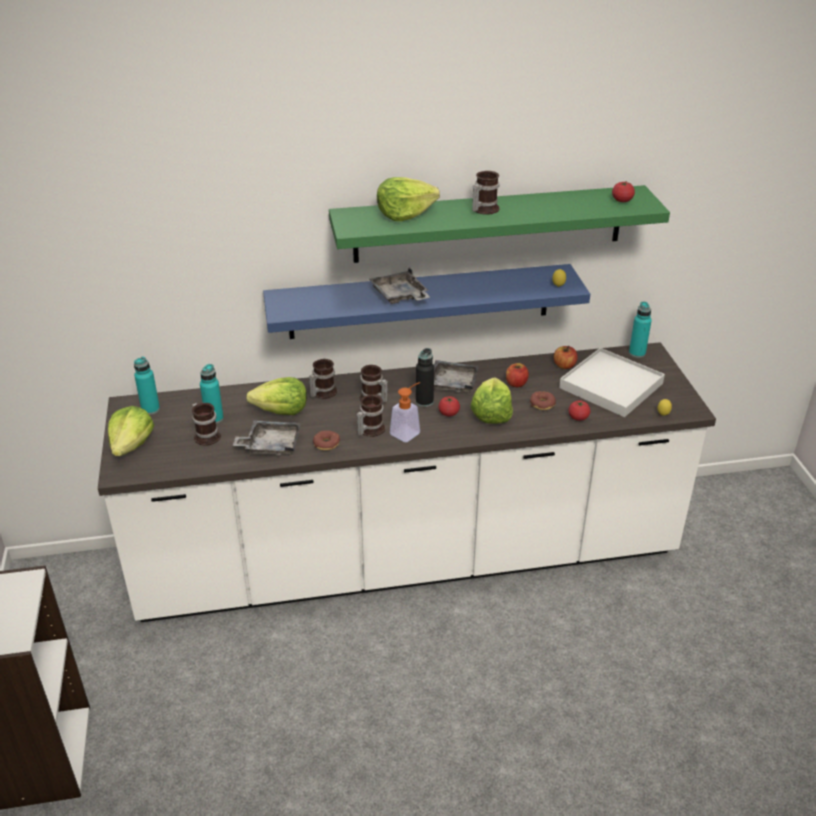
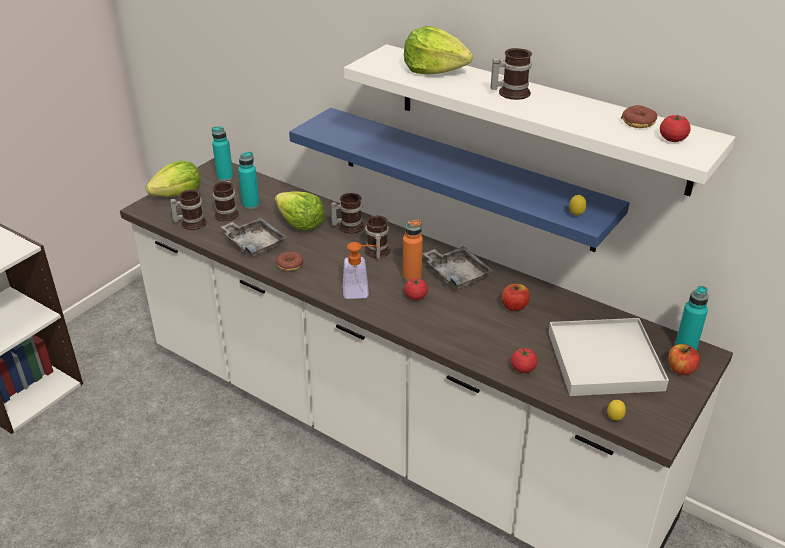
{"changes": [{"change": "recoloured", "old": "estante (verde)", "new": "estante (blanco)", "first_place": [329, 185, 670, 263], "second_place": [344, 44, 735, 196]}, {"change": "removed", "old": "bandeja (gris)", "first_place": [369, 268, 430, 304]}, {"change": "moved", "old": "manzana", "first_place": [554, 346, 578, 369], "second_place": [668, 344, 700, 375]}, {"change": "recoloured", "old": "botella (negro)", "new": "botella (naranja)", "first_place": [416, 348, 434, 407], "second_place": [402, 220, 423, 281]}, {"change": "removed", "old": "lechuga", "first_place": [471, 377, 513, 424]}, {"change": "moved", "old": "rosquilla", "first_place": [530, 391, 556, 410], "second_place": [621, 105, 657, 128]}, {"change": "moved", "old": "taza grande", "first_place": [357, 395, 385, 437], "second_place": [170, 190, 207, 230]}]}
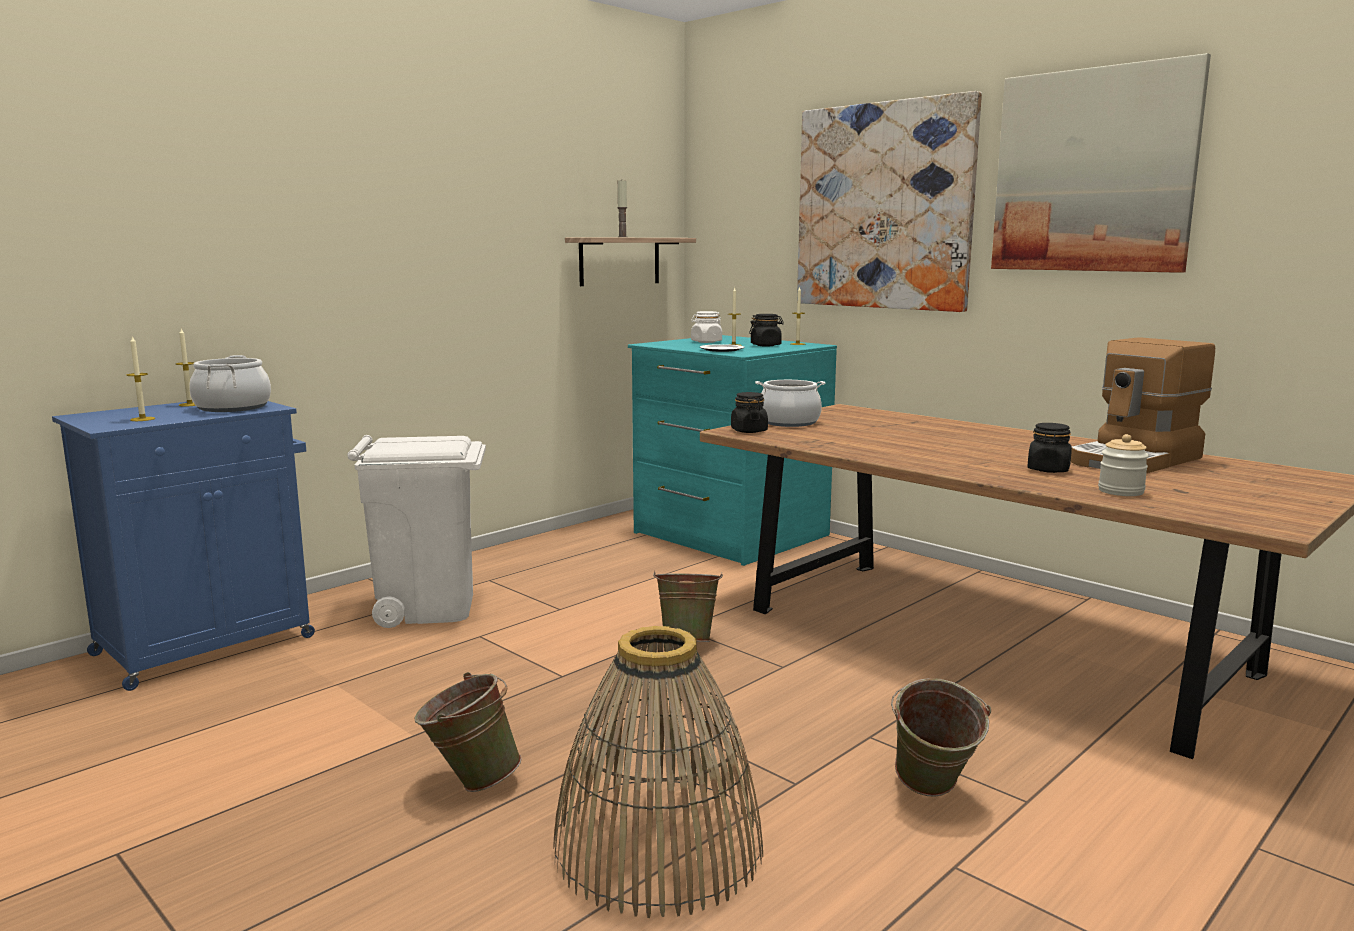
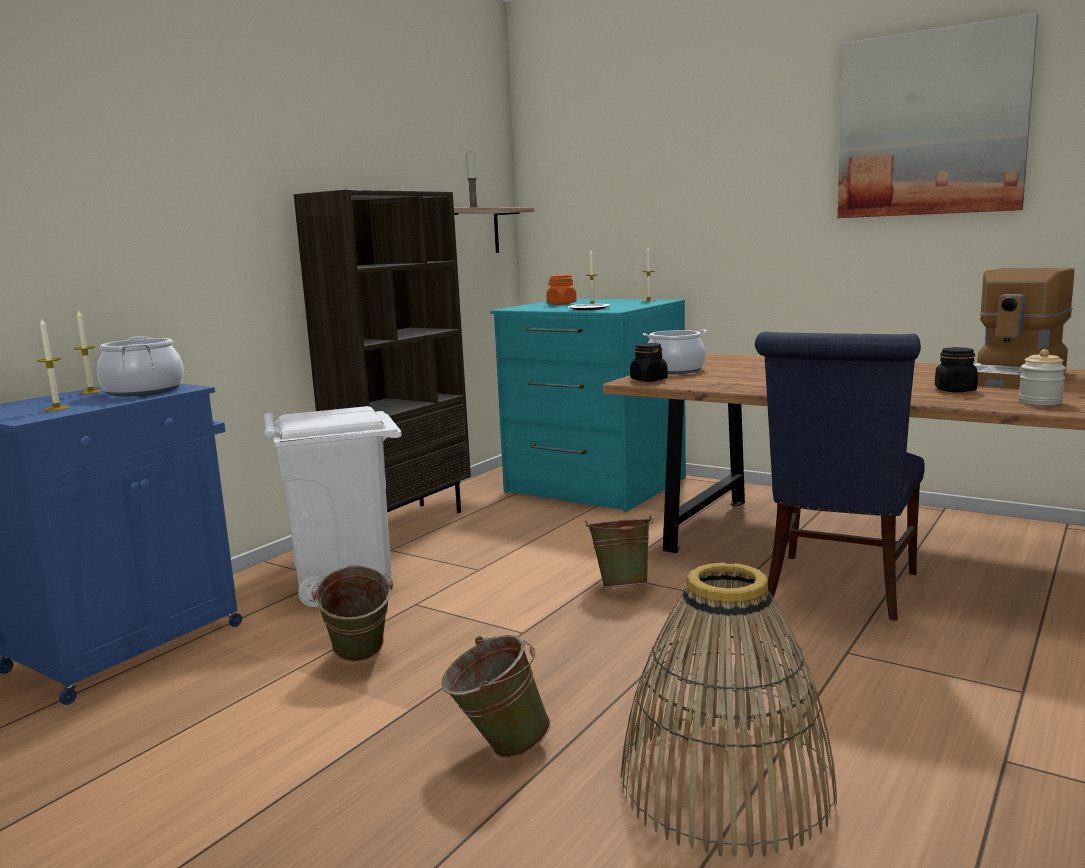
{"changes": [{"change": "removed", "old": "cuadro", "first_place": [797, 91, 982, 312]}, {"change": "recoloured", "old": "tarro (blanco)", "new": "tarro (naranja)", "first_place": [691, 311, 722, 343], "second_place": [546, 275, 577, 305]}, {"change": "removed", "old": "tarro (negro)", "first_place": [749, 314, 784, 346]}, {"change": "moved", "old": "cubo (verde)", "first_place": [891, 678, 991, 797], "second_place": [311, 565, 393, 662]}, {"change": "added", "new": "estantería (marrón)", "second_place": [294, 190, 471, 513]}, {"change": "added", "new": "silla (azul)", "second_place": [755, 332, 925, 621]}]}
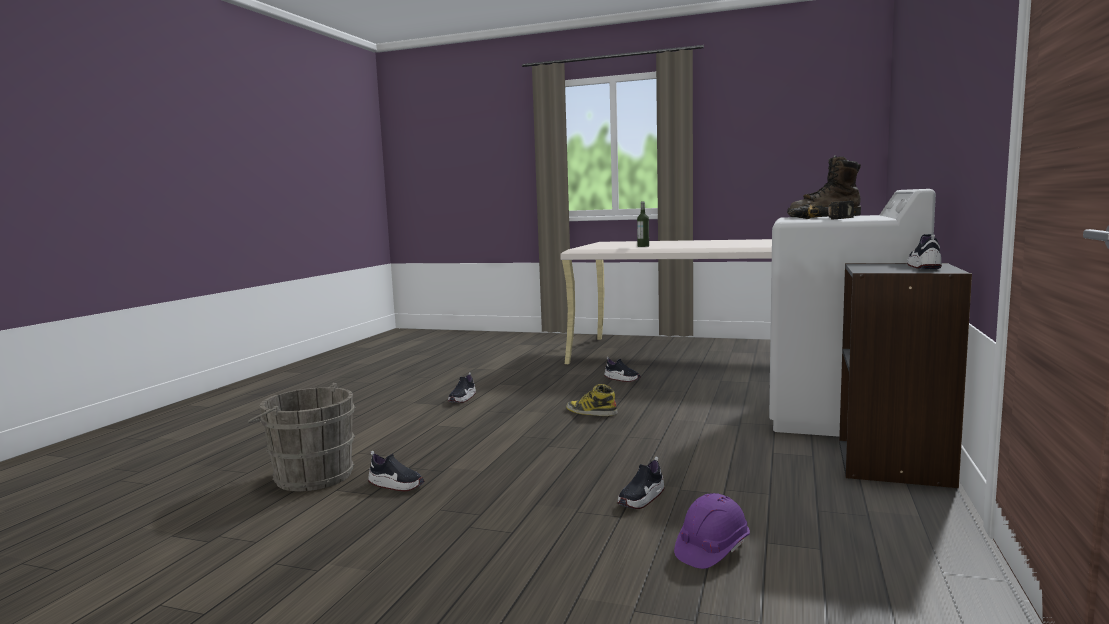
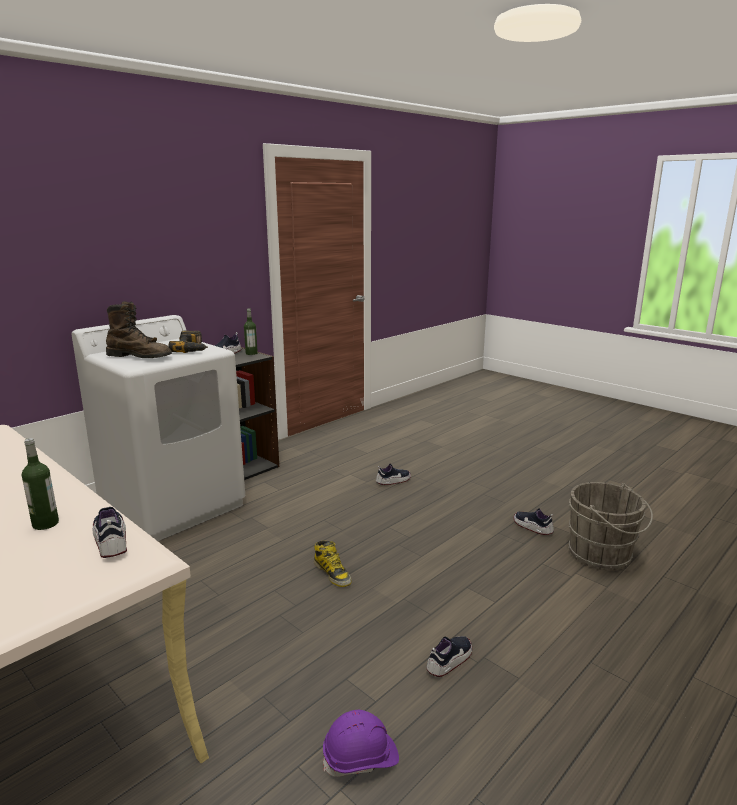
{"changes": [{"change": "moved", "old": "zapato", "first_place": [604, 357, 641, 382], "second_place": [92, 507, 127, 558]}, {"change": "moved", "old": "casco (morado)", "first_place": [674, 493, 750, 569], "second_place": [323, 710, 399, 777]}, {"change": "added", "new": "botella", "second_place": [244, 309, 258, 355]}]}
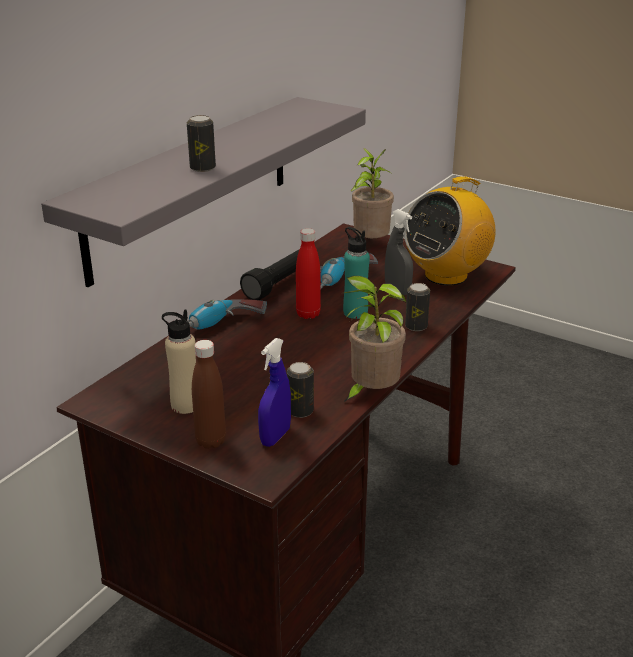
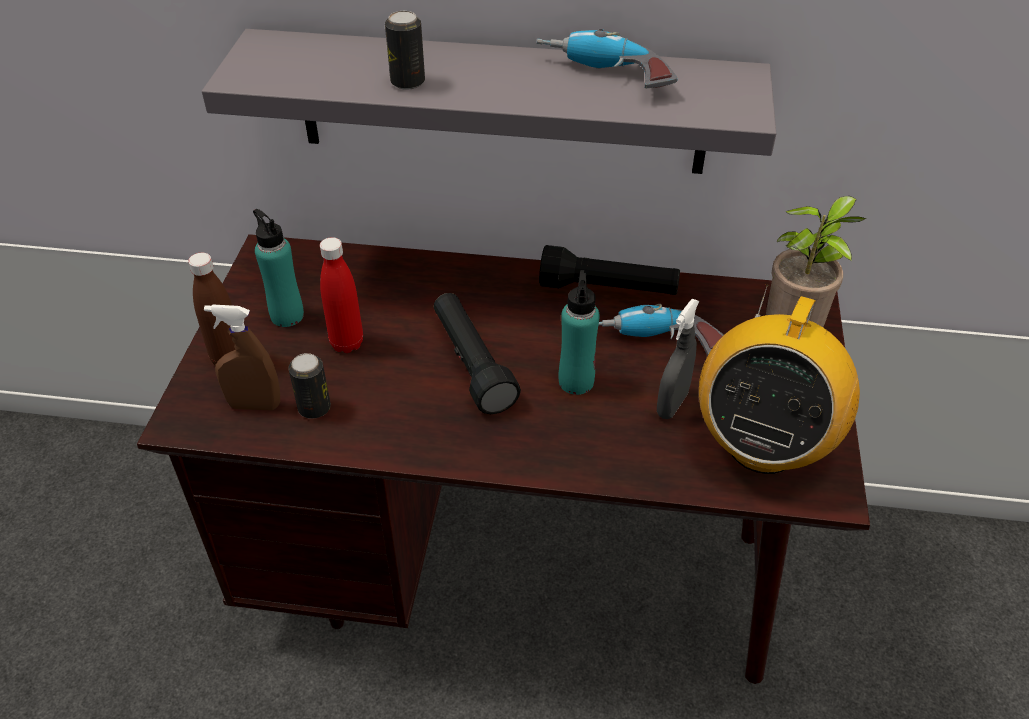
{"changes": [{"change": "turned", "old": "radio", "first_place": [404, 176, 495, 286], "second_place": [699, 284, 860, 474], "degrees": -90}, {"change": "moved", "old": "botella (rojo)", "first_place": [296, 228, 321, 319], "second_place": [320, 237, 363, 353]}, {"change": "removed", "old": "planta en maceta", "first_place": [344, 276, 407, 402]}, {"change": "removed", "old": "lata", "first_place": [405, 283, 430, 331]}, {"change": "moved", "old": "taladro", "first_place": [188, 299, 267, 330], "second_place": [537, 29, 678, 88]}, {"change": "recoloured", "old": "botella (beis)", "new": "botella (turquesa)", "first_place": [162, 310, 196, 414], "second_place": [253, 209, 304, 327]}, {"change": "recoloured", "old": "pulverizador (azul)", "new": "pulverizador (marrón)", "first_place": [258, 338, 291, 447], "second_place": [204, 304, 280, 410]}, {"change": "added", "new": "linterna (negro)", "second_place": [434, 293, 521, 414]}]}
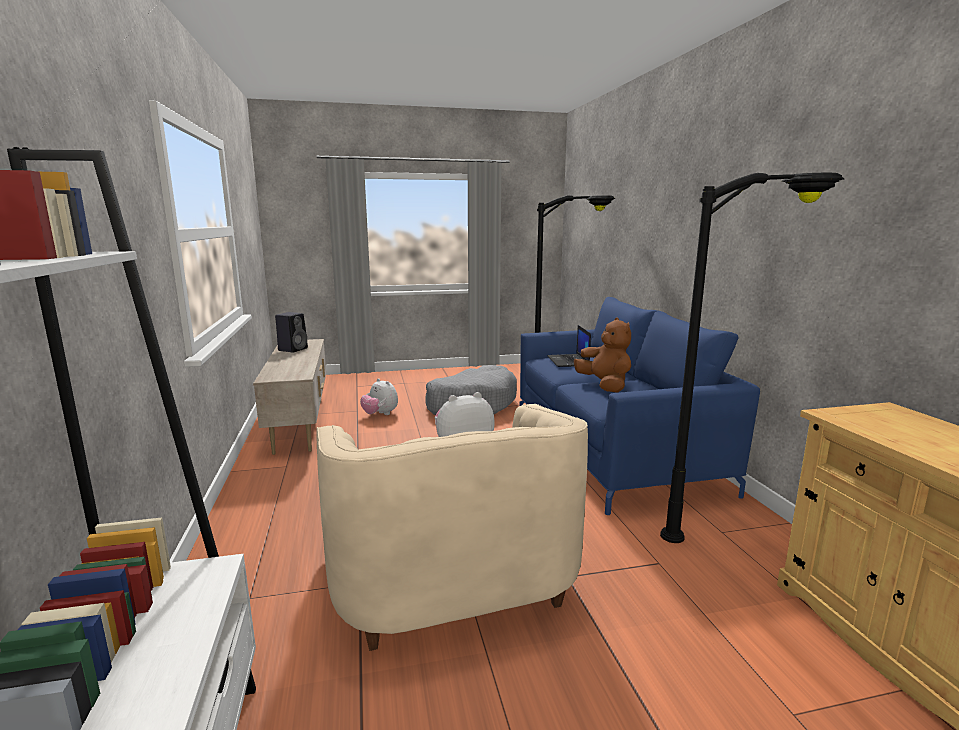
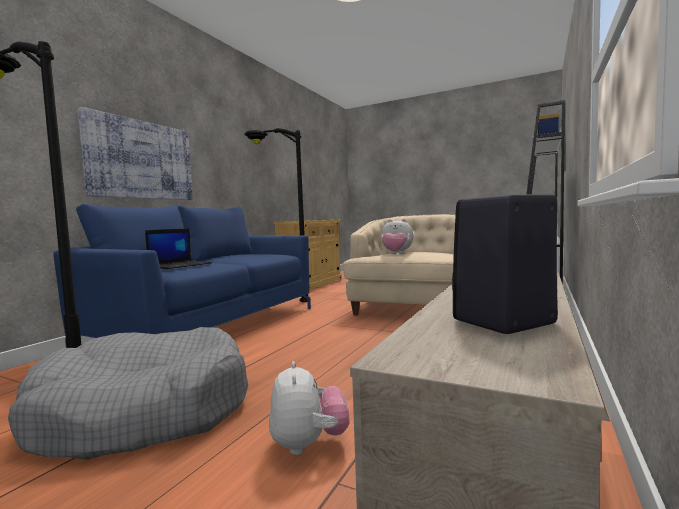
{"changes": [{"change": "removed", "old": "peluche (marrón)", "first_place": [574, 318, 631, 393]}, {"change": "added", "new": "cuadro", "second_place": [78, 107, 193, 200]}]}
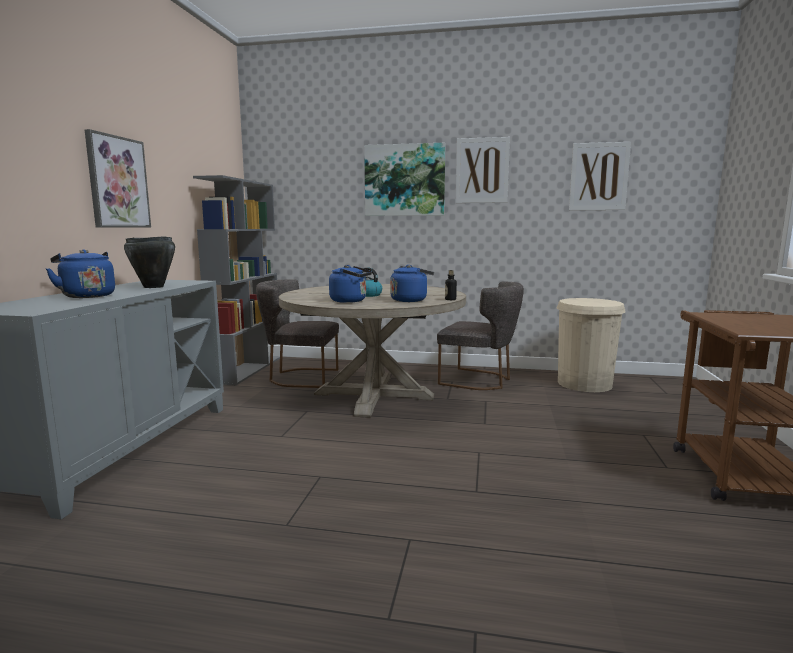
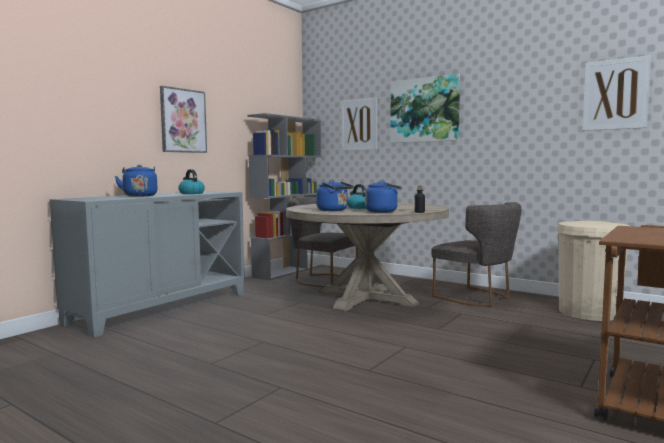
{"changes": [{"change": "moved", "old": "cuadro", "first_place": [456, 137, 510, 203], "second_place": [341, 97, 377, 151]}, {"change": "replaced", "old": "olla (negro)", "new": "hervidor", "first_place": [124, 236, 175, 288], "second_place": [178, 169, 205, 194]}]}
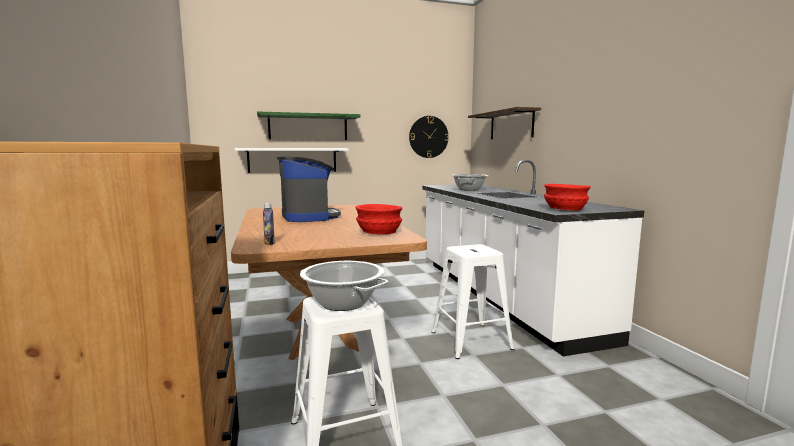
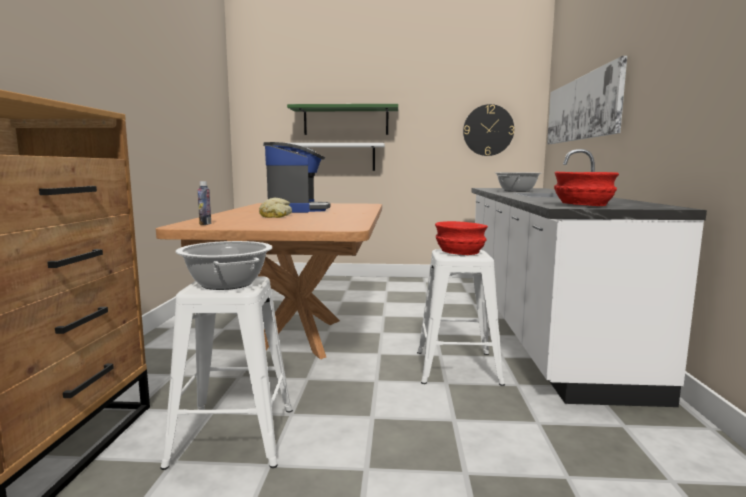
{"changes": [{"change": "replaced", "old": "estante", "new": "cuadro", "first_place": [468, 107, 541, 140], "second_place": [547, 56, 627, 144]}, {"change": "moved", "old": "cuenco (rojo)", "first_place": [355, 204, 403, 235], "second_place": [435, 221, 488, 255]}, {"change": "added", "new": "pan", "second_place": [259, 198, 292, 218]}]}
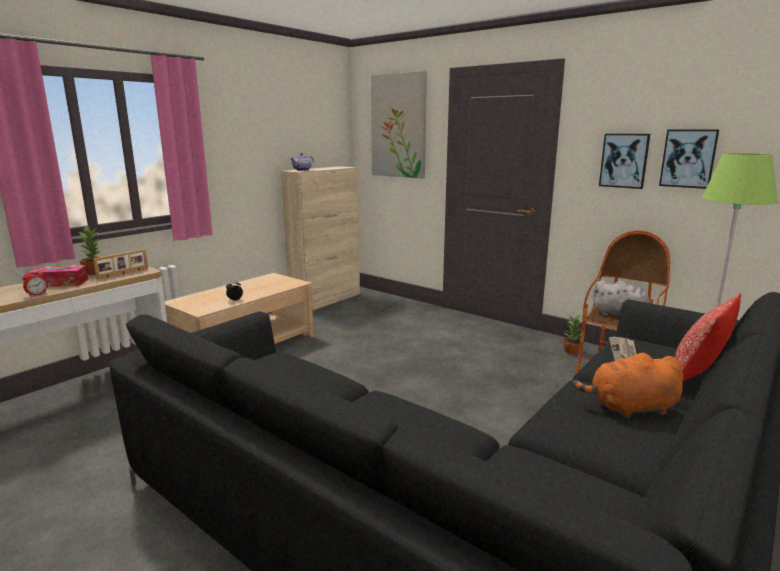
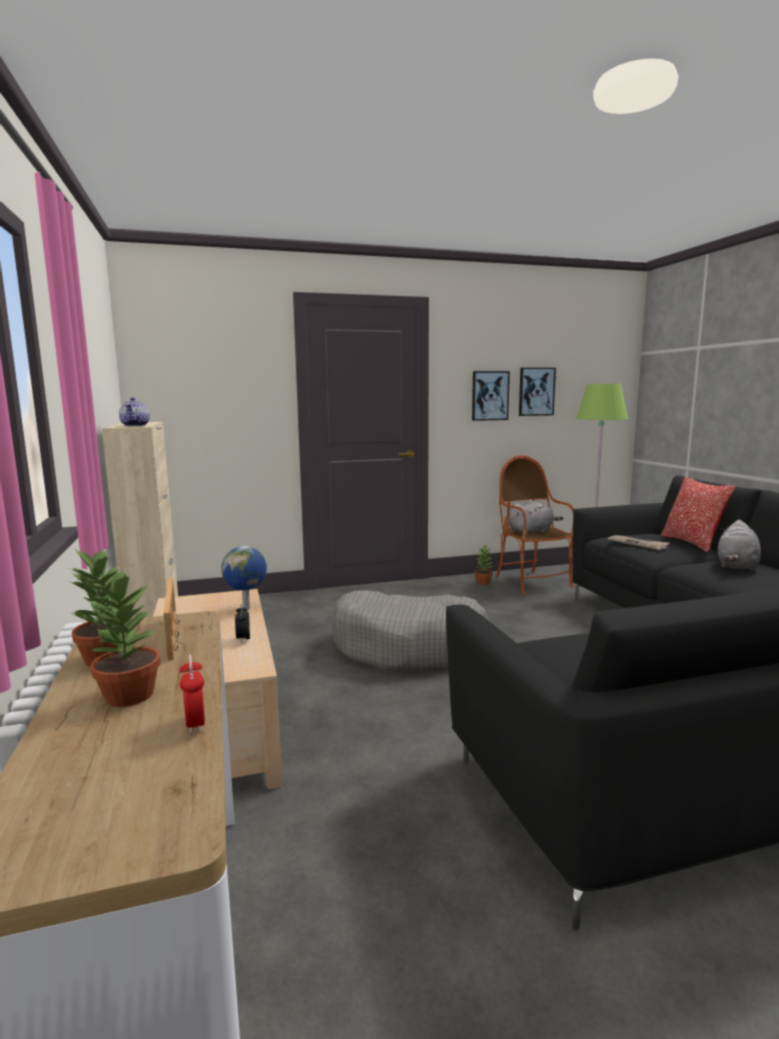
{"changes": [{"change": "removed", "old": "cuadro", "first_place": [371, 71, 427, 179]}, {"change": "replaced", "old": "caja de pañuelos", "new": "planta en maceta", "first_place": [28, 265, 88, 287], "second_place": [88, 568, 160, 707]}, {"change": "recoloured", "old": "peluche (naranja)", "new": "peluche (gris)", "first_place": [572, 353, 683, 419], "second_place": [718, 520, 761, 571]}, {"change": "added", "new": "globo terráqueo", "second_place": [221, 546, 267, 610]}, {"change": "added", "new": "cama para perro (gris)", "second_place": [332, 590, 489, 670]}]}
